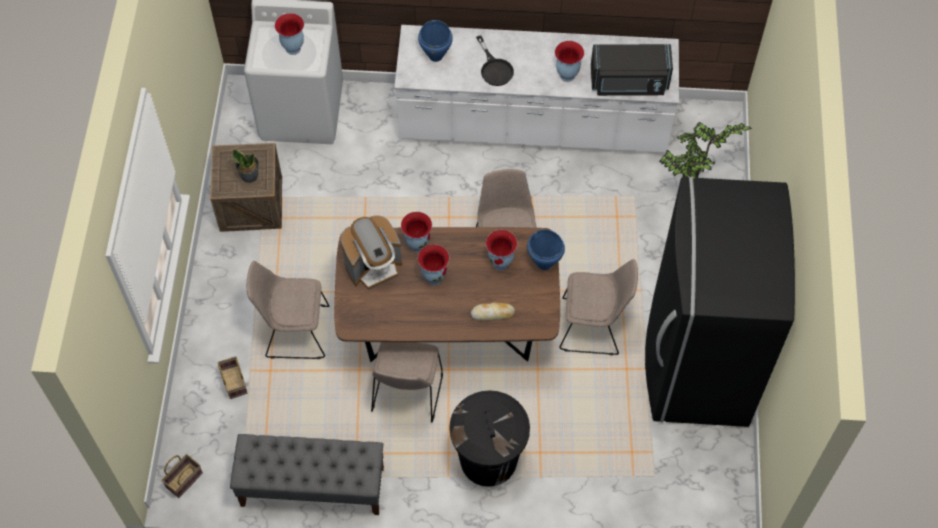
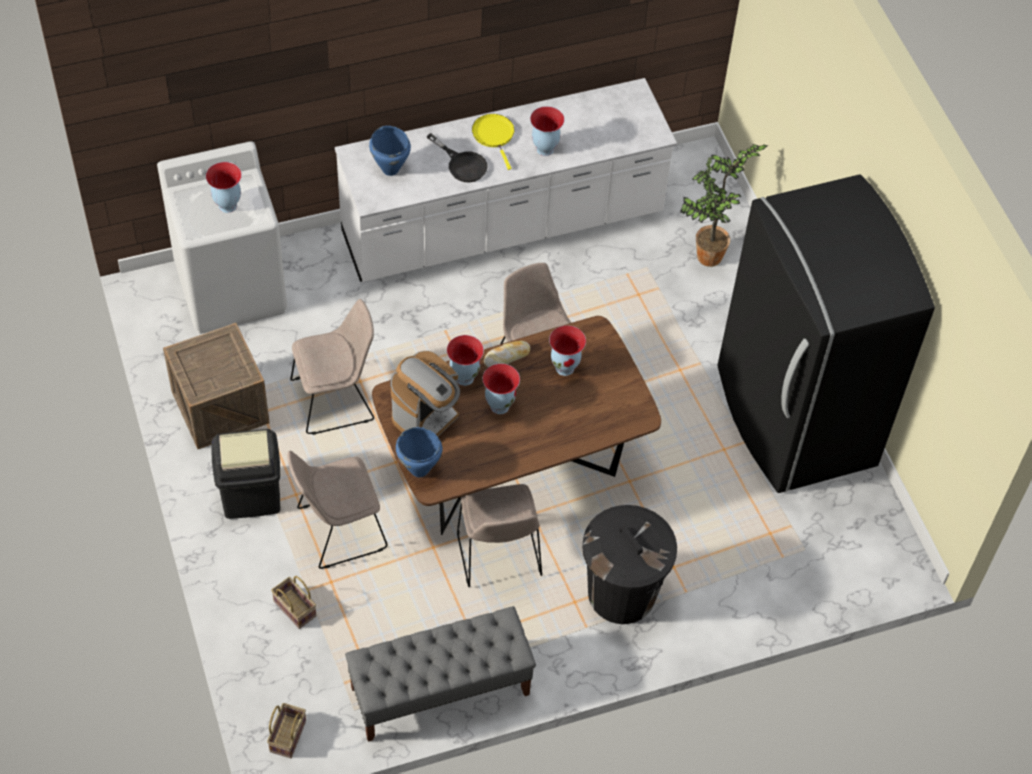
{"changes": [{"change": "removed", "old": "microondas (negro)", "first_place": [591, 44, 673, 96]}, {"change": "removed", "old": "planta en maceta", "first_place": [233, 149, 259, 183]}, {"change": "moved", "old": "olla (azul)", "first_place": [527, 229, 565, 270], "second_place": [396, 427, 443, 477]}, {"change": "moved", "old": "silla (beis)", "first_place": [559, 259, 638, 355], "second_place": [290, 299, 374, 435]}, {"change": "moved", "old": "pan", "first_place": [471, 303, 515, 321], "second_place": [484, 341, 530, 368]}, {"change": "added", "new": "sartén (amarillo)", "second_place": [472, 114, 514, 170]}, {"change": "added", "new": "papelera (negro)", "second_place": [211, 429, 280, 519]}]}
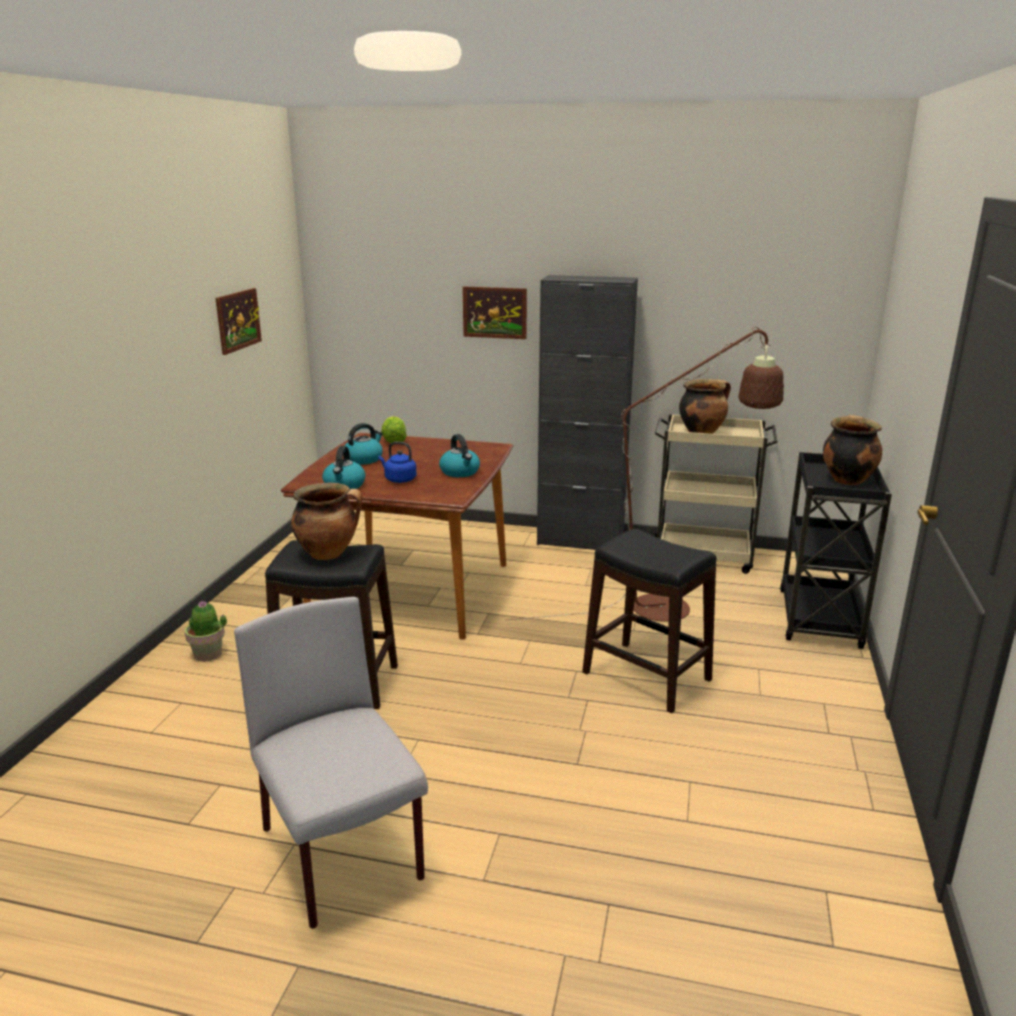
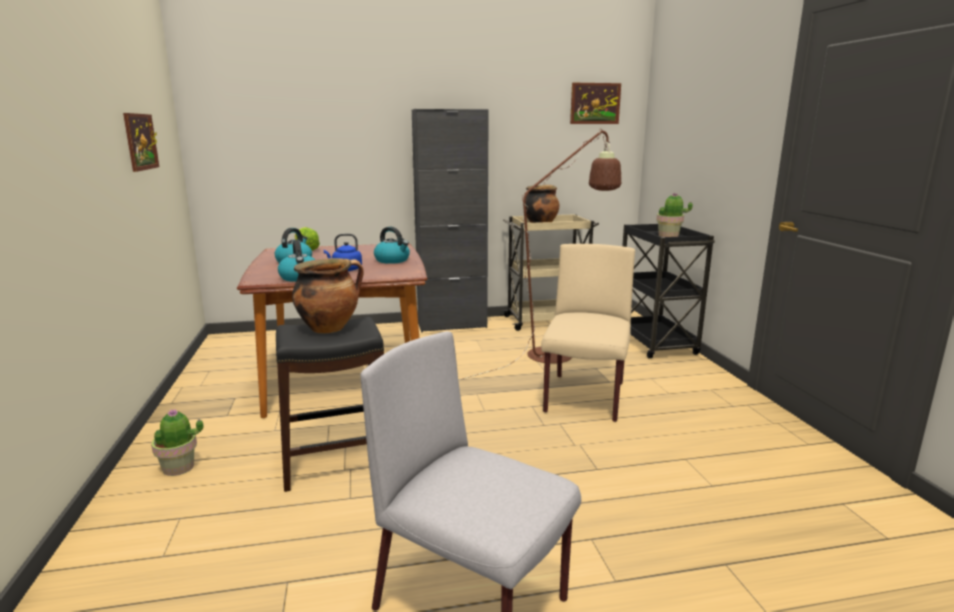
{"changes": [{"change": "moved", "old": "cuadro", "first_place": [463, 286, 527, 339], "second_place": [570, 83, 621, 124]}, {"change": "replaced", "old": "olla", "new": "planta en maceta", "first_place": [823, 415, 882, 485], "second_place": [656, 193, 693, 237]}, {"change": "replaced", "old": "taburete (negro)", "new": "silla (beis)", "first_place": [582, 529, 717, 713], "second_place": [541, 244, 635, 422]}]}
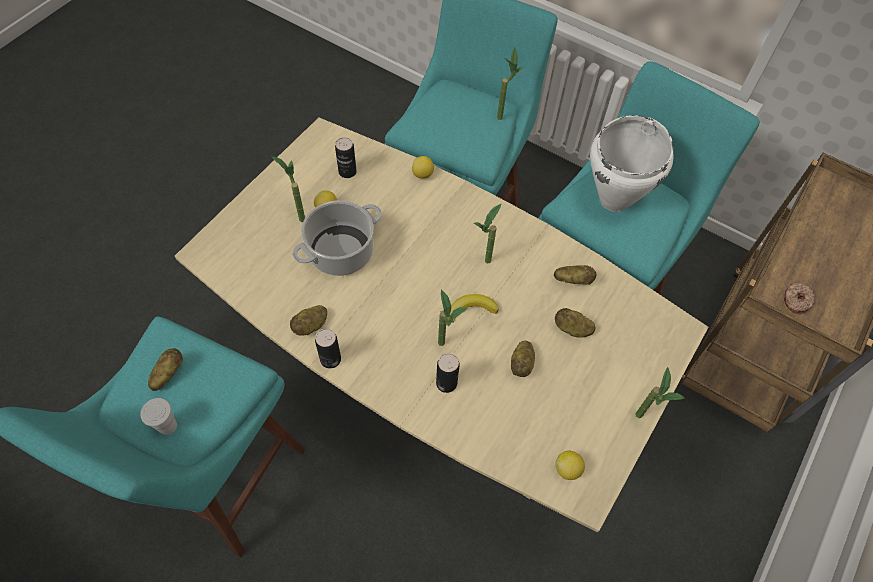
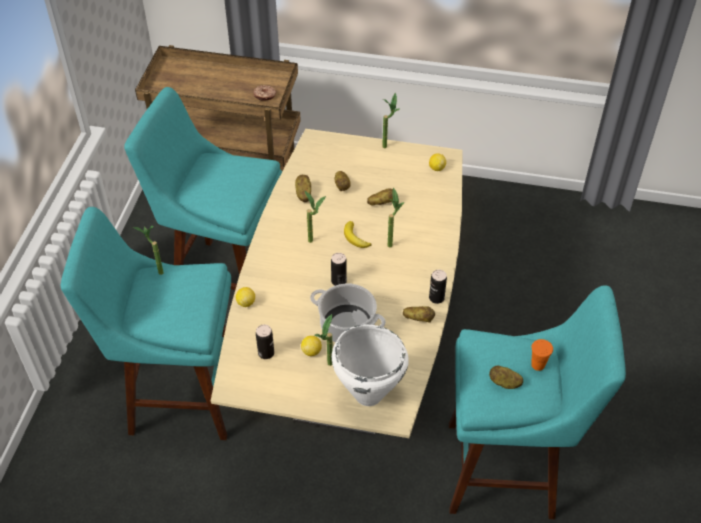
{"changes": [{"change": "moved", "old": "olla (blanco)", "first_place": [590, 115, 673, 212], "second_place": [331, 325, 409, 406]}, {"change": "moved", "old": "lata", "first_place": [436, 353, 460, 393], "second_place": [331, 253, 347, 286]}, {"change": "recoloured", "old": "taza (blanco)", "new": "taza (naranja)", "first_place": [140, 398, 177, 435], "second_place": [531, 339, 553, 371]}]}
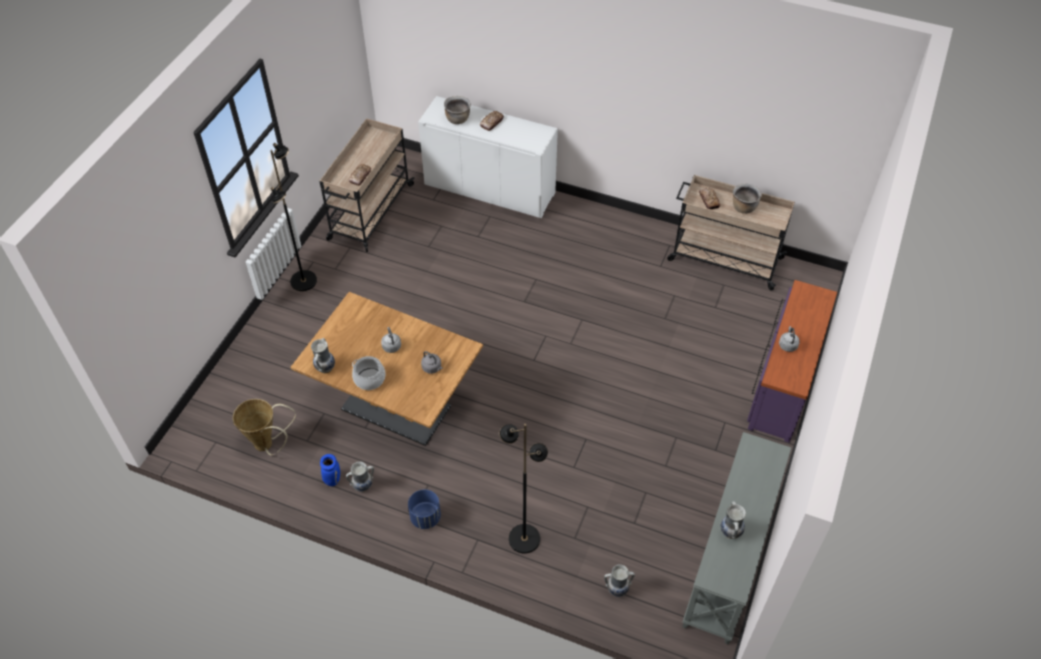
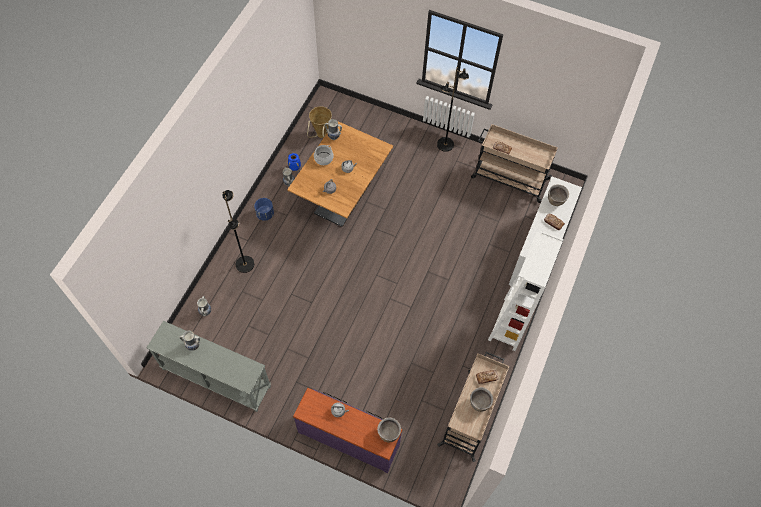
{"changes": [{"change": "added", "new": "estantería (blanco)", "second_place": [488, 232, 564, 351]}, {"change": "added", "new": "olla (marrón)", "second_place": [377, 418, 401, 443]}]}
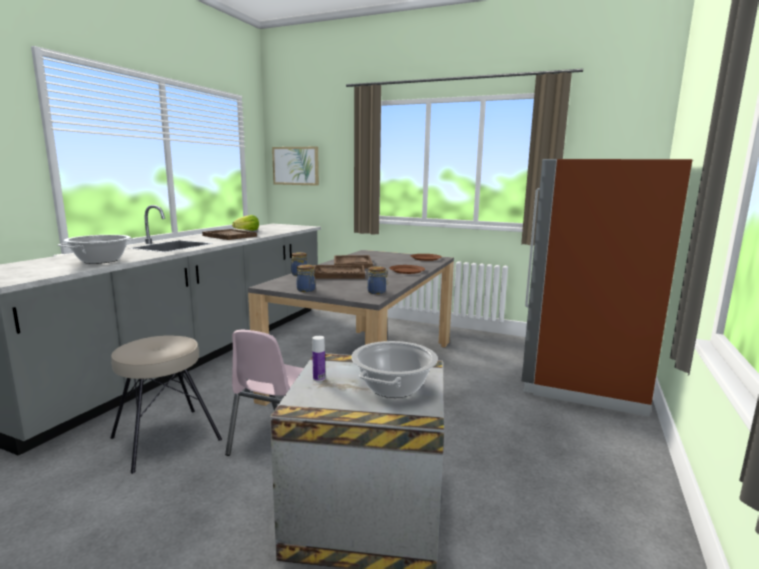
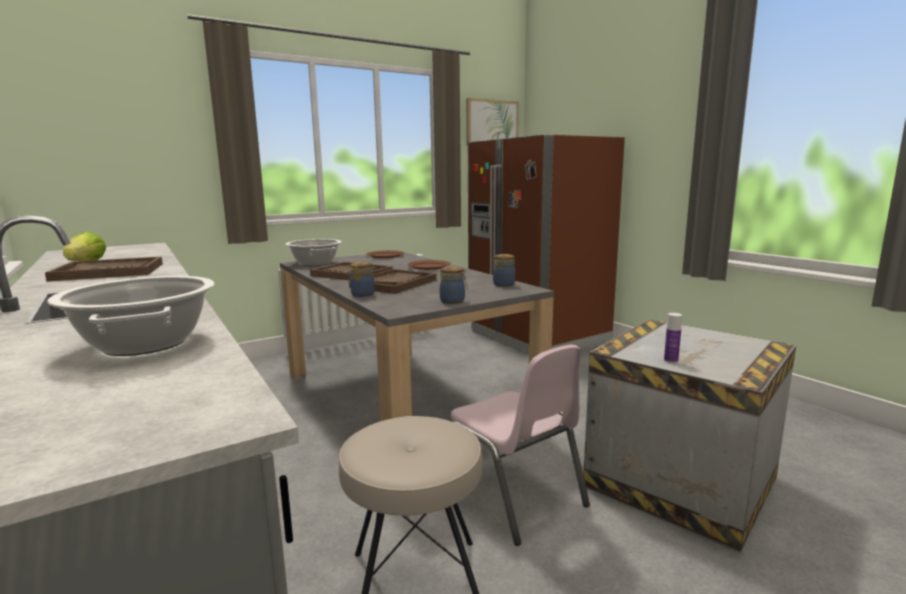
{"changes": [{"change": "moved", "old": "cuadro", "first_place": [272, 147, 319, 186], "second_place": [466, 98, 519, 146]}, {"change": "moved", "old": "olla", "first_place": [351, 341, 438, 398], "second_place": [285, 239, 341, 266]}]}
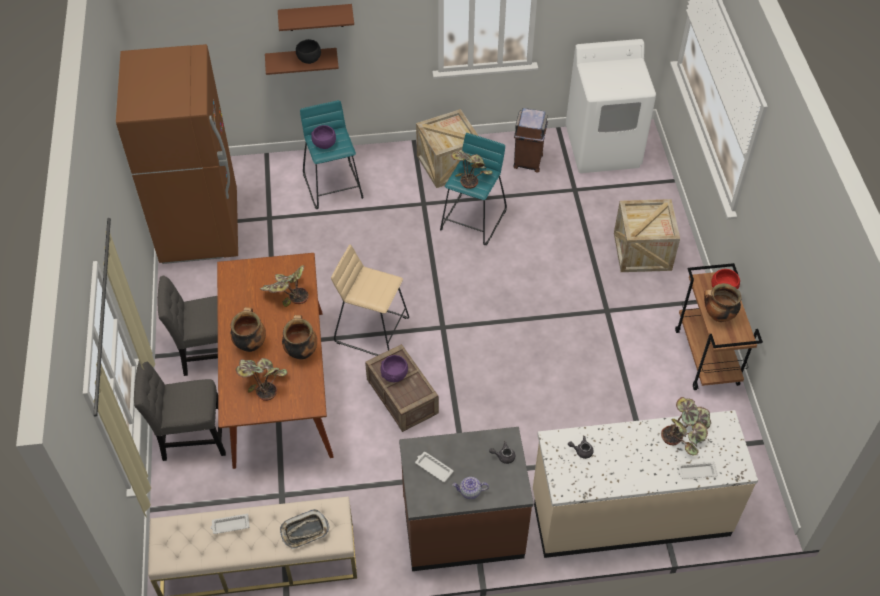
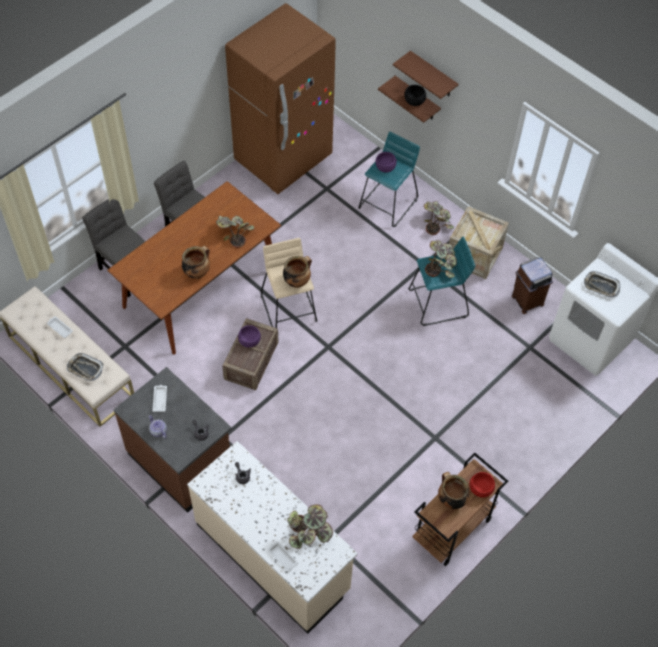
{"changes": [{"change": "removed", "old": "caja de embalaje", "first_place": [614, 199, 680, 272]}, {"change": "moved", "old": "olla", "first_place": [231, 307, 266, 352], "second_place": [283, 256, 312, 288]}, {"change": "moved", "old": "planta en maceta", "first_place": [236, 358, 288, 401], "second_place": [424, 201, 454, 235]}, {"change": "added", "new": "bandeja", "second_place": [584, 271, 620, 297]}]}
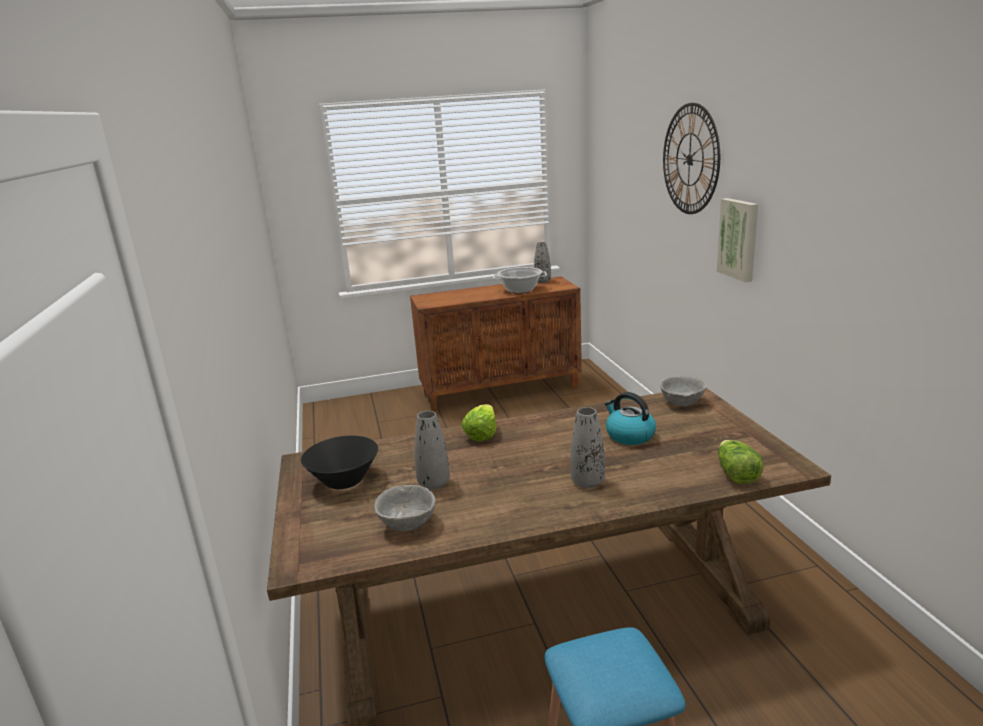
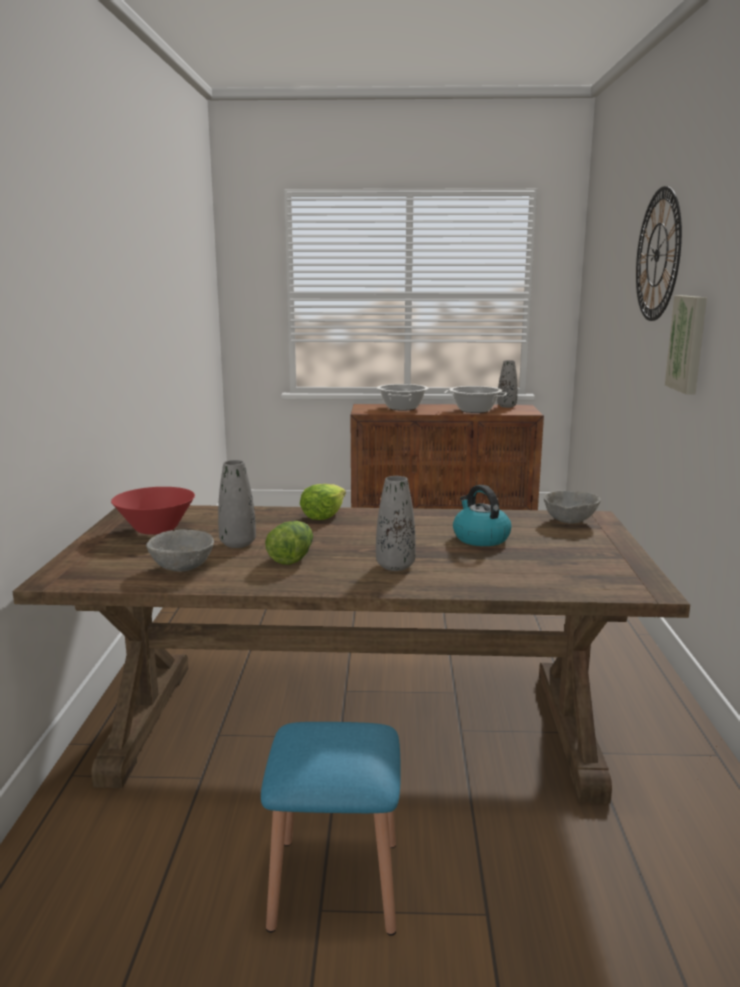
{"changes": [{"change": "recoloured", "old": "cuenco (negro)", "new": "cuenco (rojo)", "first_place": [301, 436, 378, 489], "second_place": [111, 487, 195, 535]}, {"change": "moved", "old": "lechuga", "first_place": [718, 440, 763, 484], "second_place": [265, 521, 313, 565]}, {"change": "added", "new": "olla", "second_place": [377, 384, 429, 411]}]}
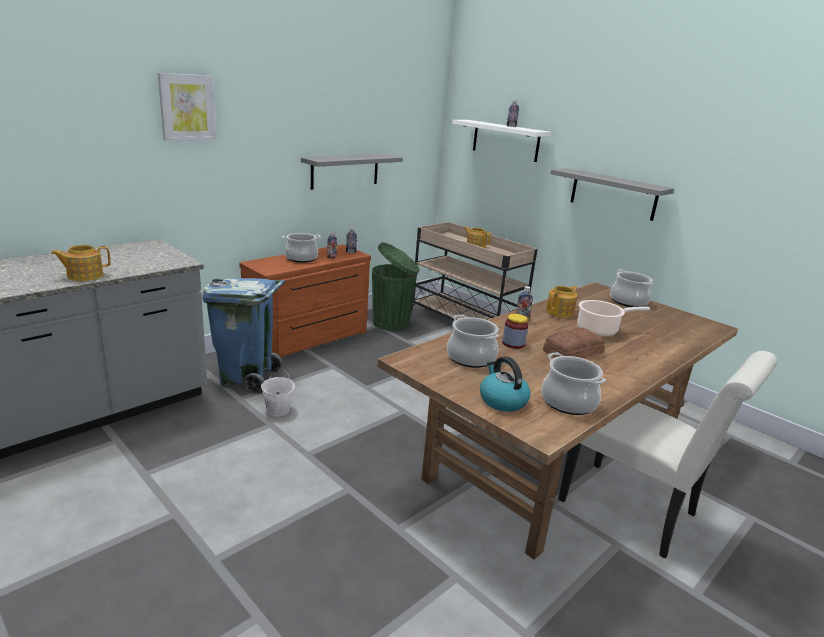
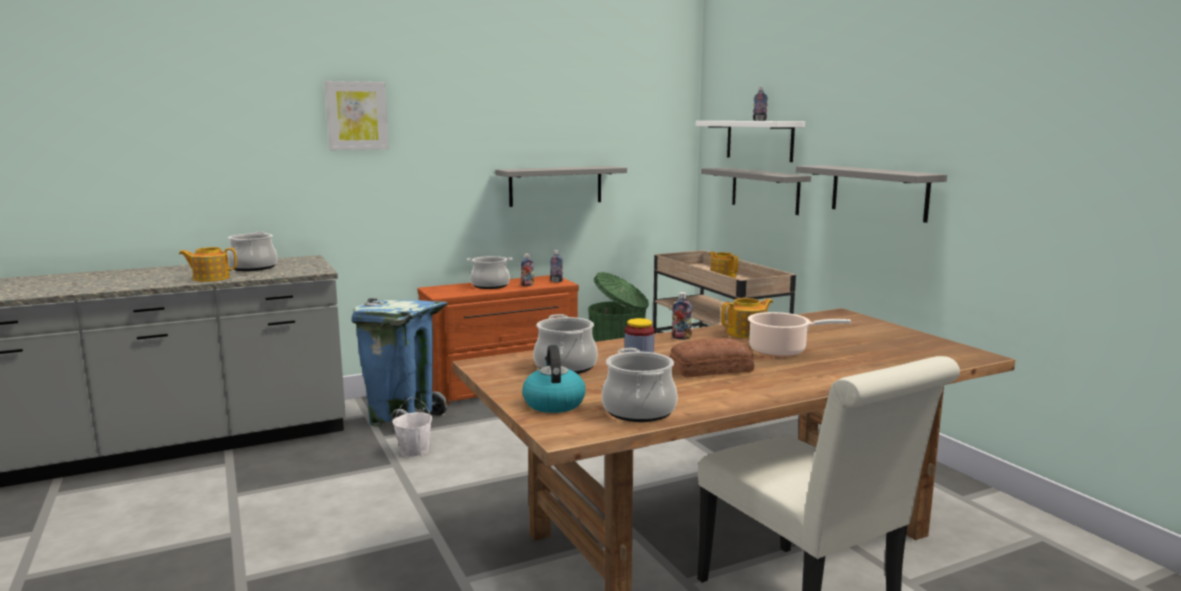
{"changes": [{"change": "moved", "old": "olla", "first_place": [610, 269, 653, 307], "second_place": [227, 232, 277, 271]}, {"change": "added", "new": "estante (gris)", "second_place": [701, 168, 811, 215]}]}
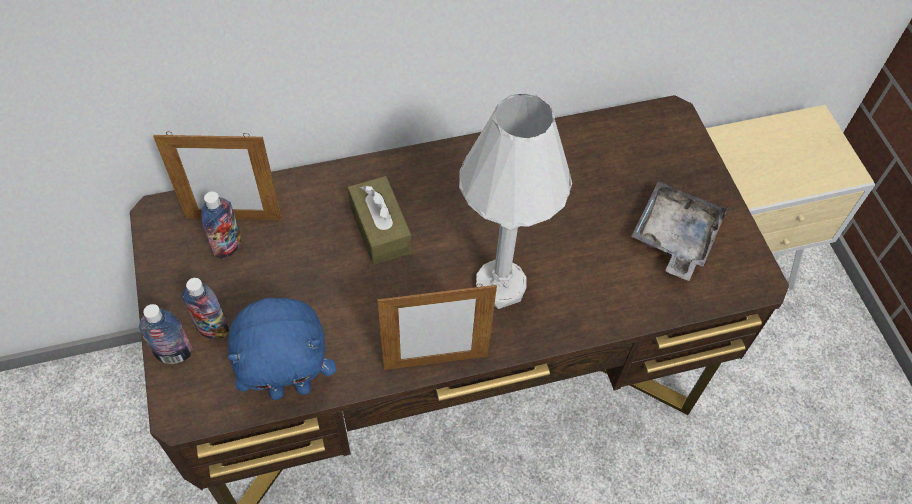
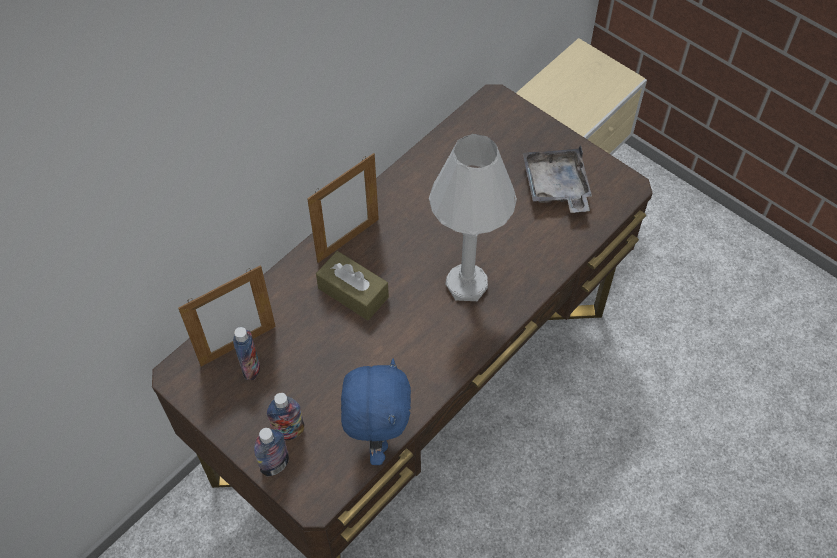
{"changes": [{"change": "moved", "old": "portarretratos", "first_place": [377, 284, 497, 370], "second_place": [307, 153, 379, 263]}, {"change": "turned", "old": "peluche (azul)", "first_place": [228, 298, 336, 400], "second_place": [341, 359, 411, 465], "degrees": -45}]}
